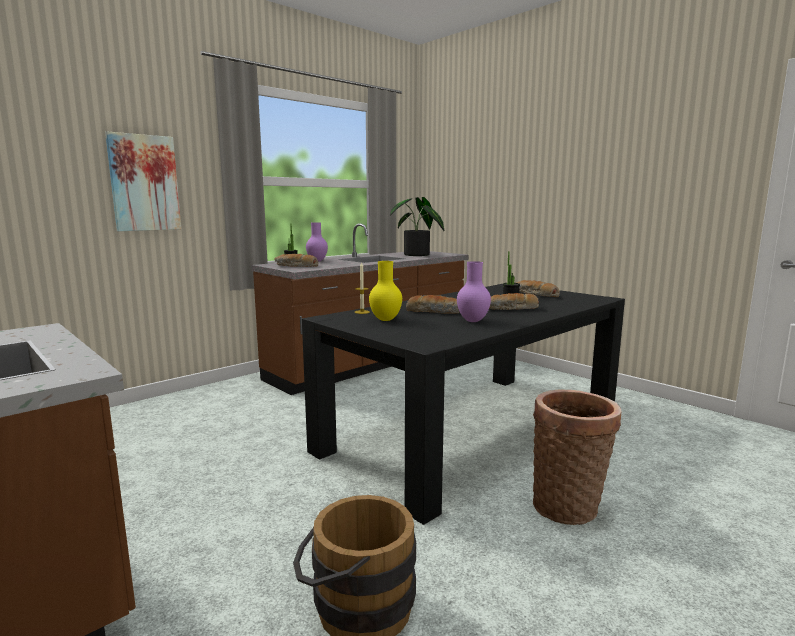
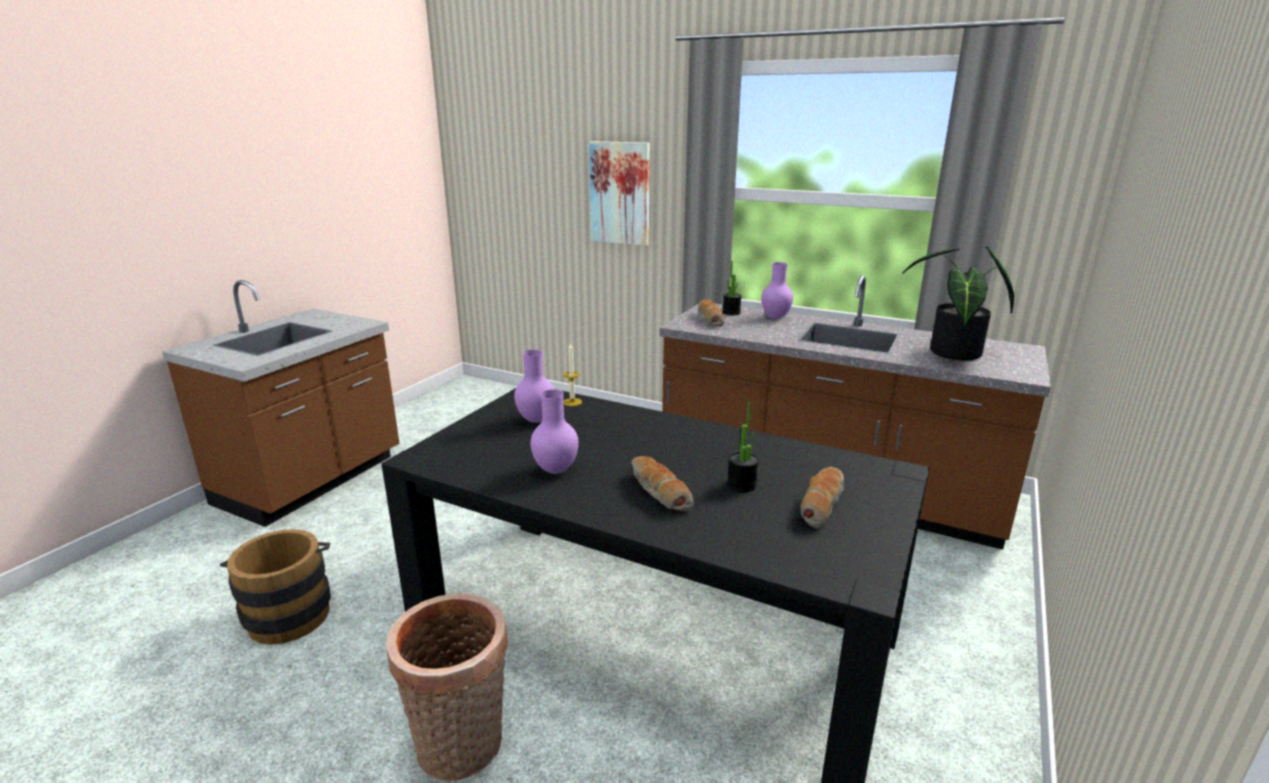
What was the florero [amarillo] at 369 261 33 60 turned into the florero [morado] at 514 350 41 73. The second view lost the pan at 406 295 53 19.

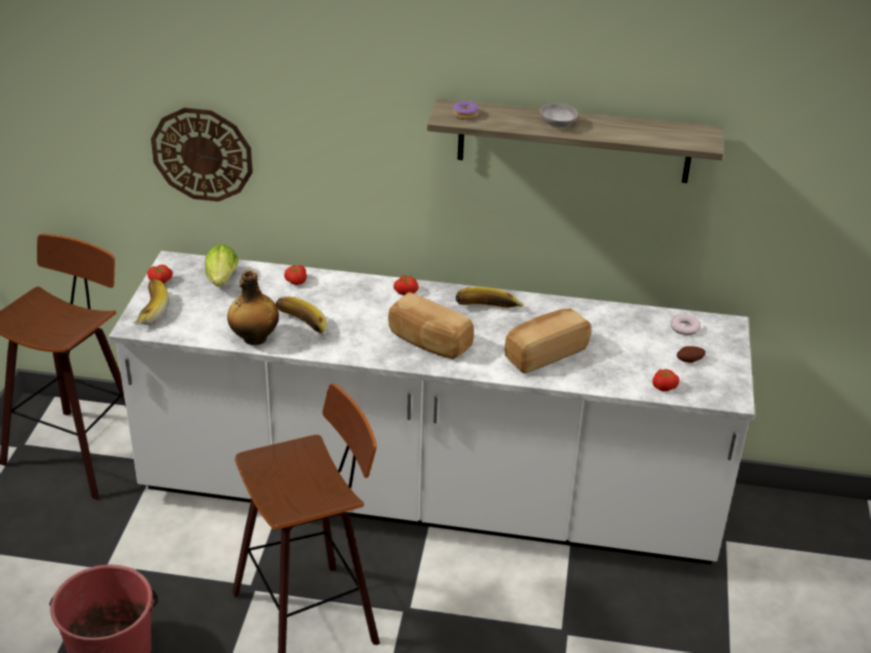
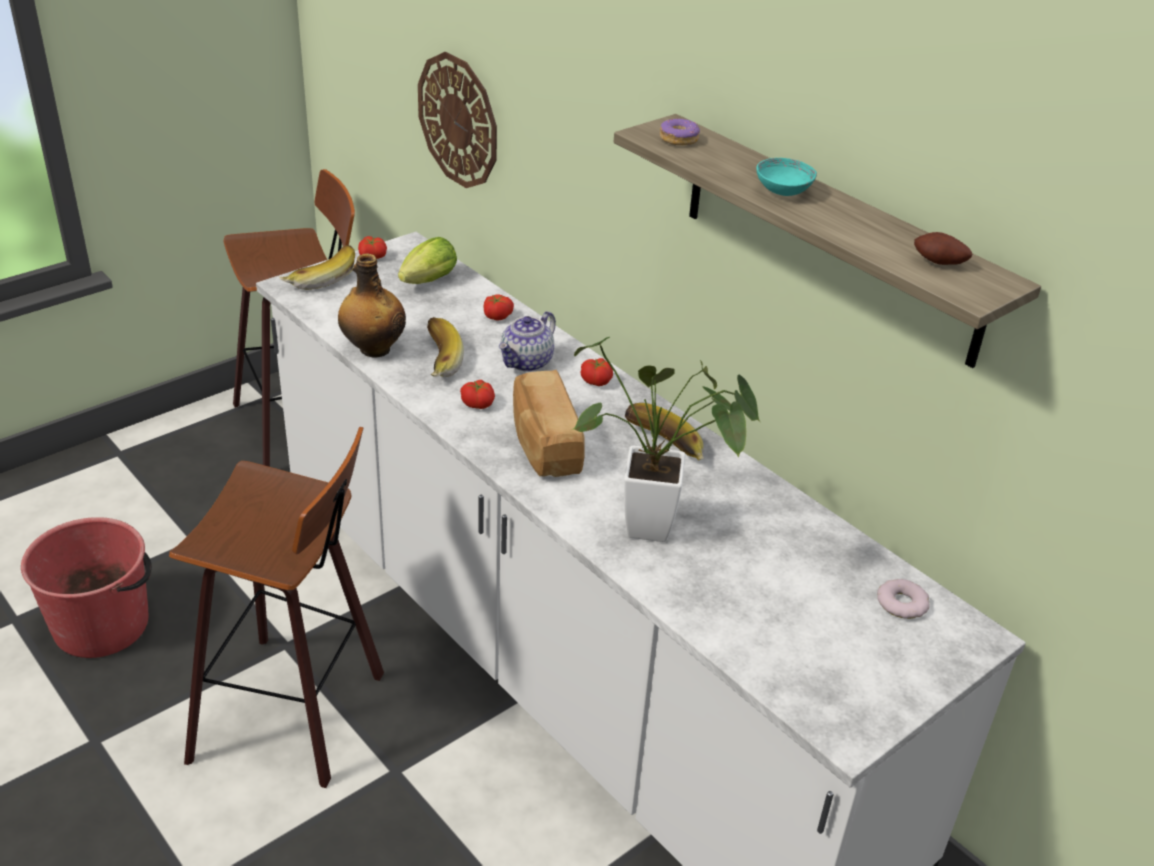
What was the cuenco [gris] at 540 104 38 23 turned into the cuenco [turquesa] at 756 158 61 38. Where the pan stood at 505 308 86 66, the planta en maceta came to stand at 572 337 188 205. The patata ended up elsewhere, having gone from 677 346 29 17 to 914 232 59 33. The tomate ended up elsewhere, having gone from 652 369 27 22 to 460 380 35 29. The second view gained the tetera at 499 311 57 61.

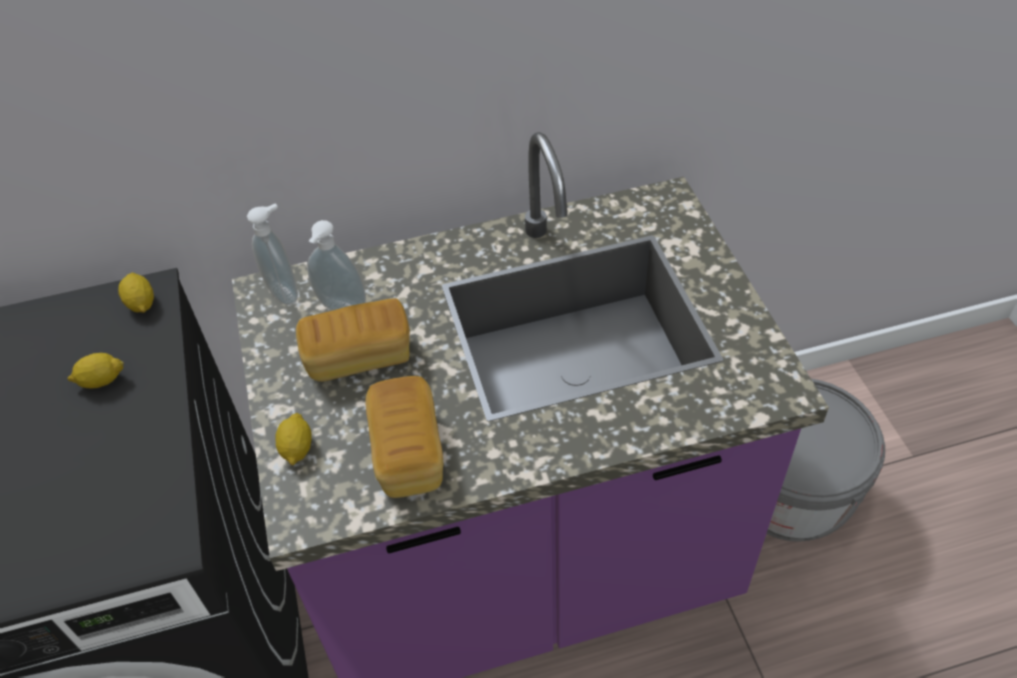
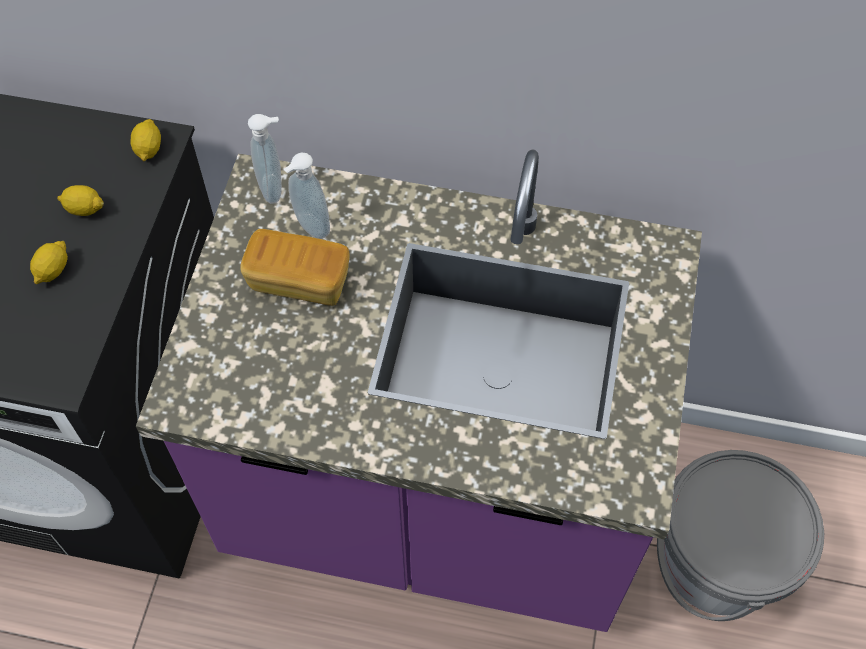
The second view lost the pan at 365 376 78 122. The limón ended up elsewhere, having gone from 276 413 36 53 to 30 241 38 43.

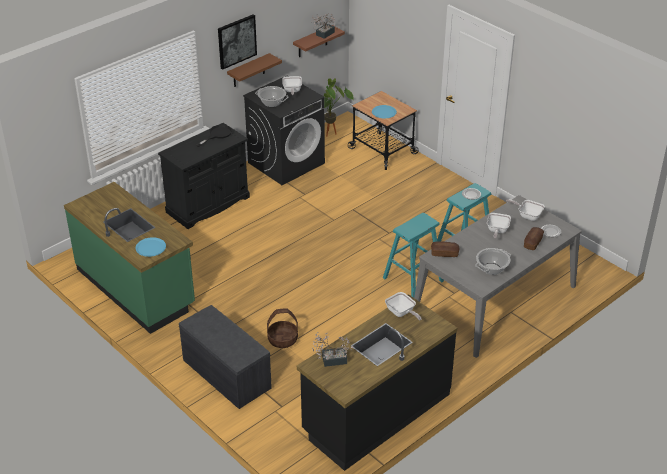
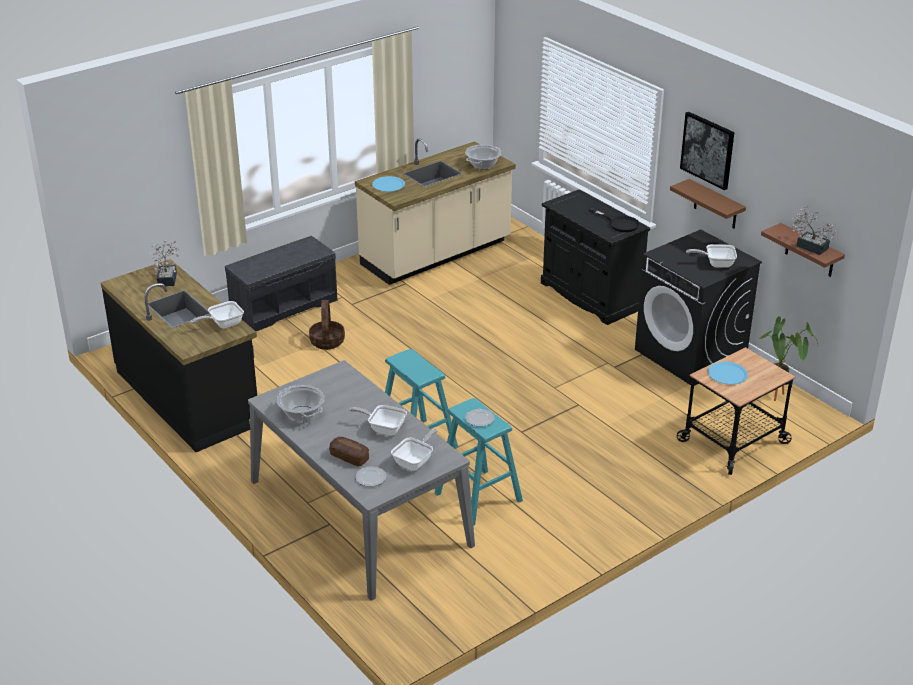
The olla ended up elsewhere, having gone from 255 86 34 21 to 465 145 36 24. What was the mueble bajo de cocina [verde] at 64 182 131 152 turned into the mueble bajo de cocina [beis] at 355 138 161 147. The second view lost the pan at 431 242 29 15.

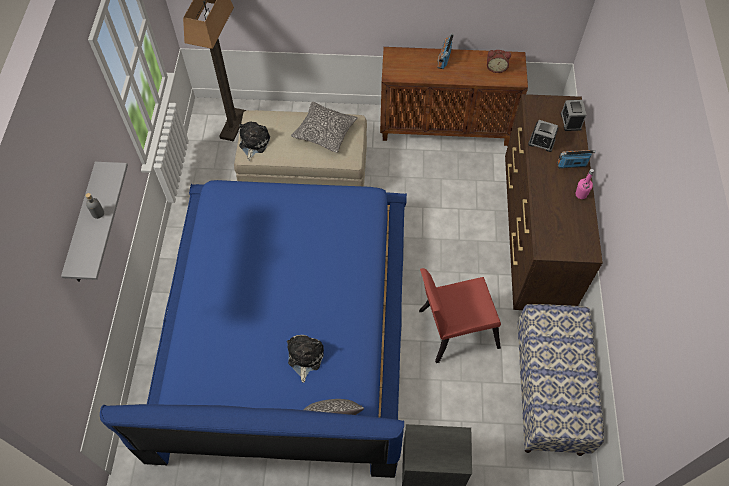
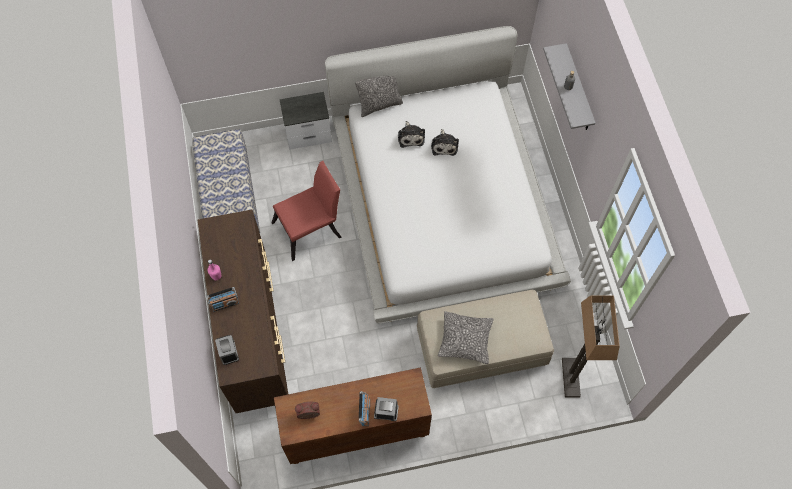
The despertador ended up elsewhere, having gone from 528 120 31 32 to 374 397 25 24. The peluche ended up elsewhere, having gone from 239 121 31 40 to 431 129 28 27. What was the cama [azul] at 100 180 307 298 turned into the cama [blanco] at 325 26 246 297.

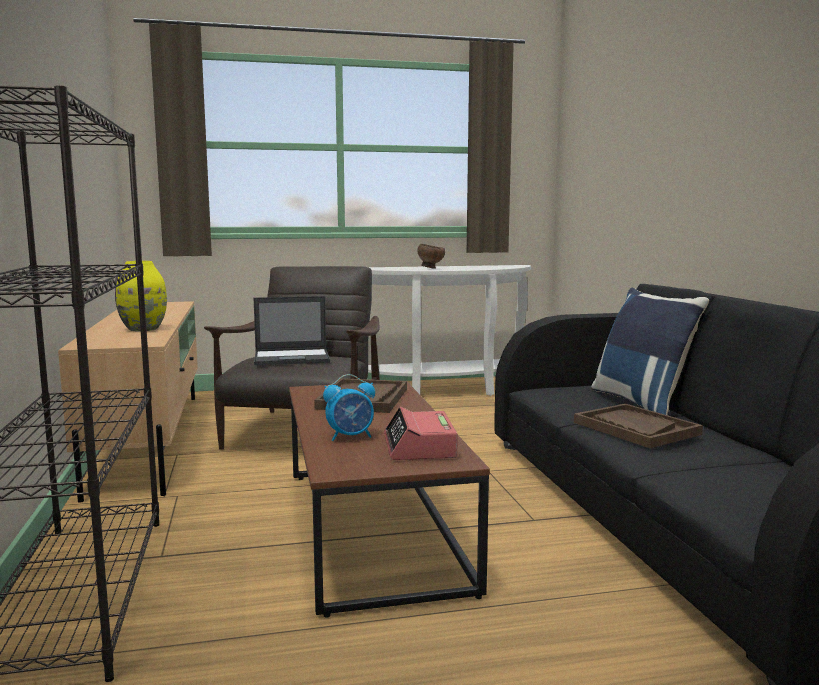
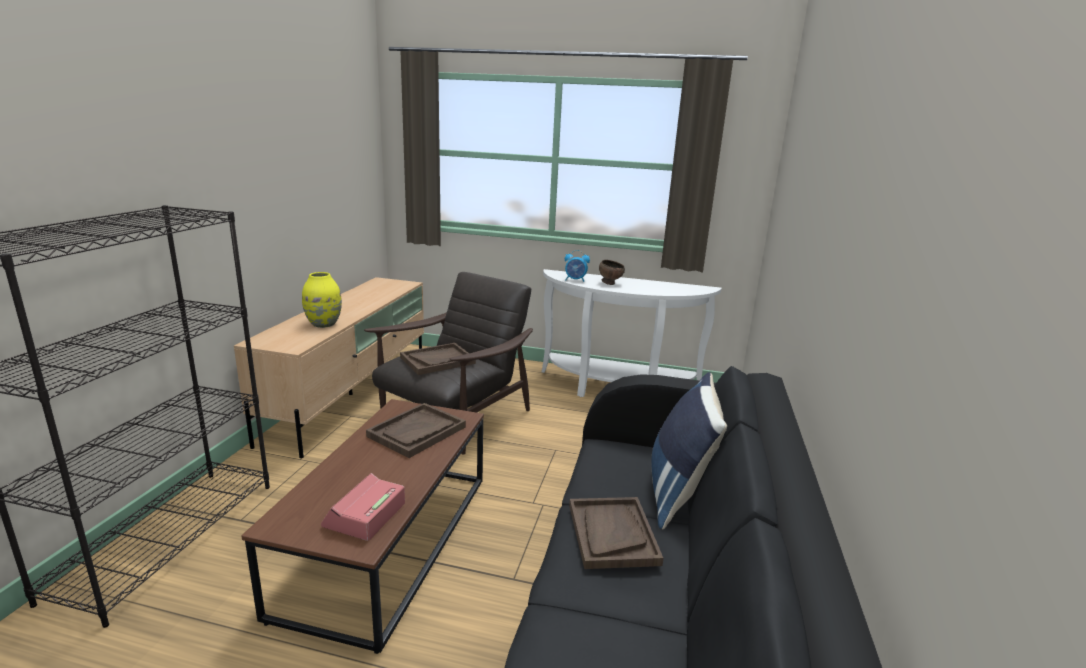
Where the portátil stood at 254 296 76 69, the bandeja [marrón] came to stand at 400 343 76 32. The despertador ended up elsewhere, having gone from 323 374 52 67 to 565 250 25 32.

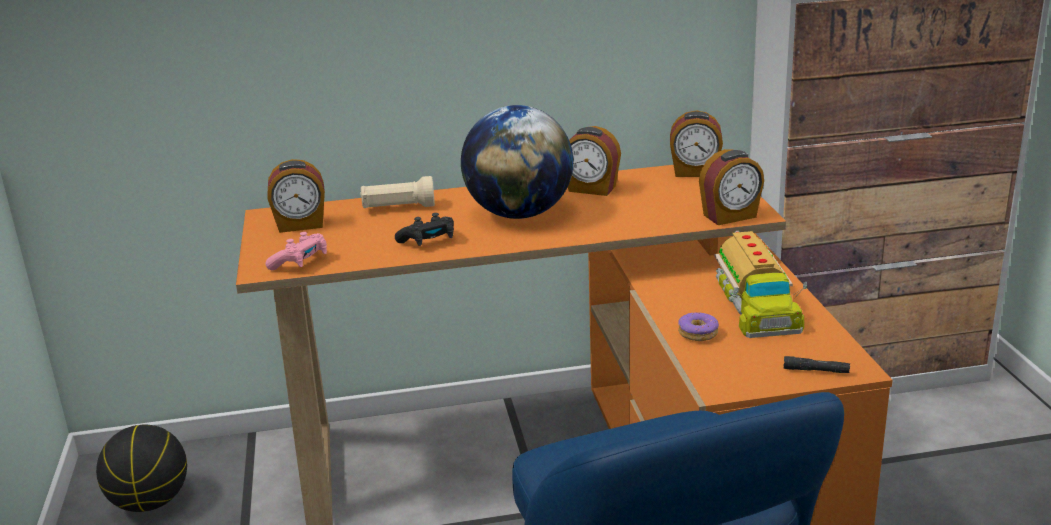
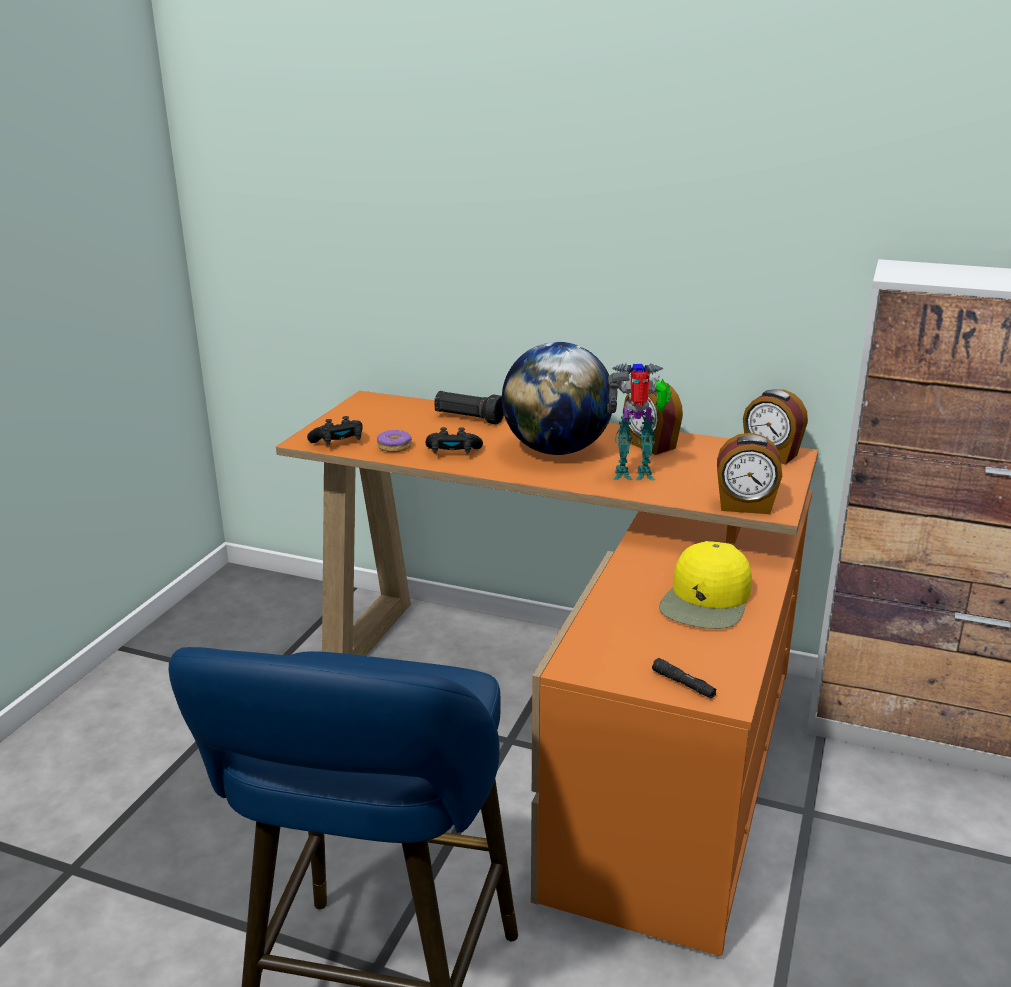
The second view lost the despertador at 267 159 58 74. What was the linterna [beis] at 360 176 75 32 turned into the linterna [negro] at 434 391 70 34. Where the camión de juguete stood at 715 231 92 107, the gorra [amarillo] came to stand at 659 541 93 88. What was the mando de consola [rosa] at 265 232 62 38 turned into the mando de consola [negro] at 307 416 55 30. The rosquilla ended up elsewhere, having gone from 678 312 41 29 to 377 430 35 22. The second view lost the balón de baloncesto at 96 425 91 87. The second view gained the robot de juguete at 607 363 65 118.

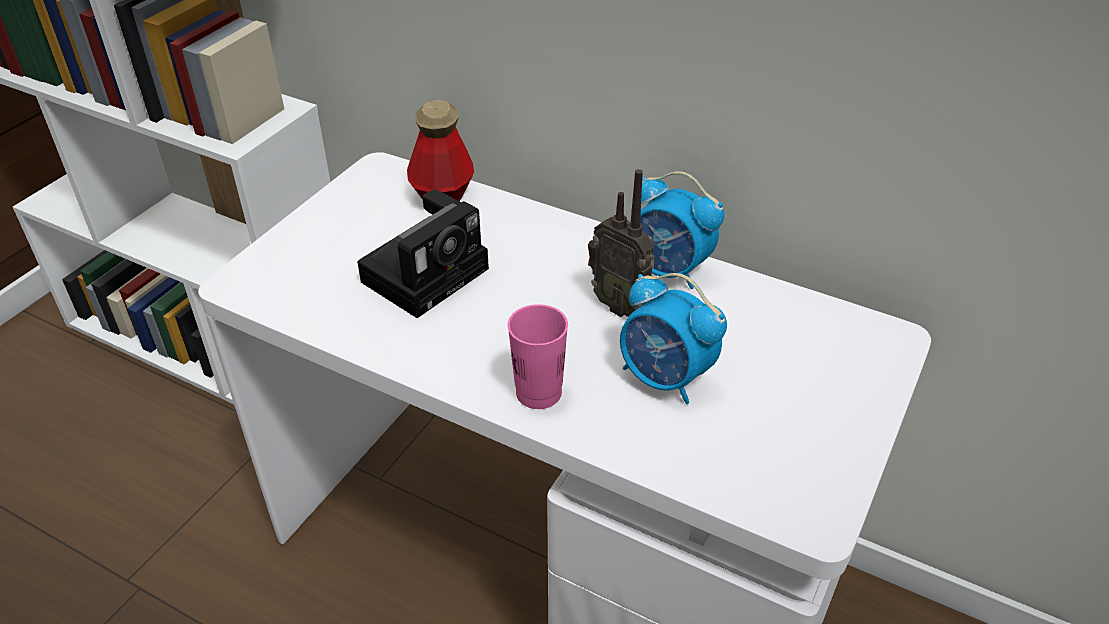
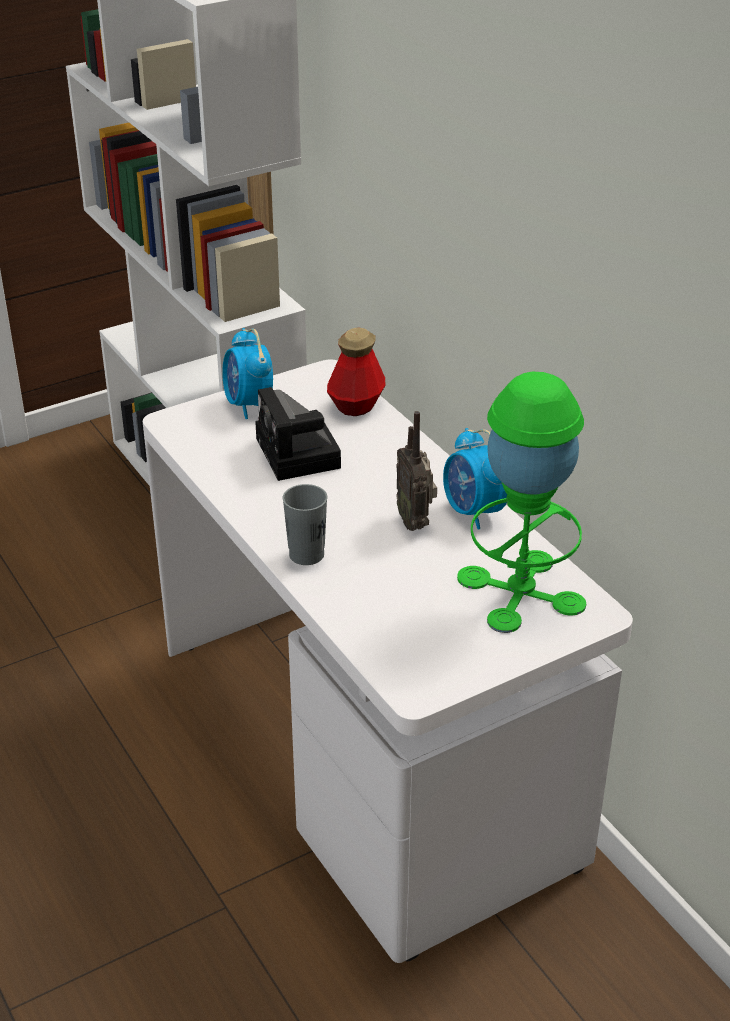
The cámara at 357 189 132 129 ended up facing another way, 90 degrees clockwise from before. The despertador ended up elsewhere, having gone from 620 273 107 131 to 222 328 51 91. What was the taza [rosa] at 508 304 60 105 turned into the taza [gris] at 283 484 44 81. The second view gained the lámpara de mesa [verde] at 457 372 129 261.

